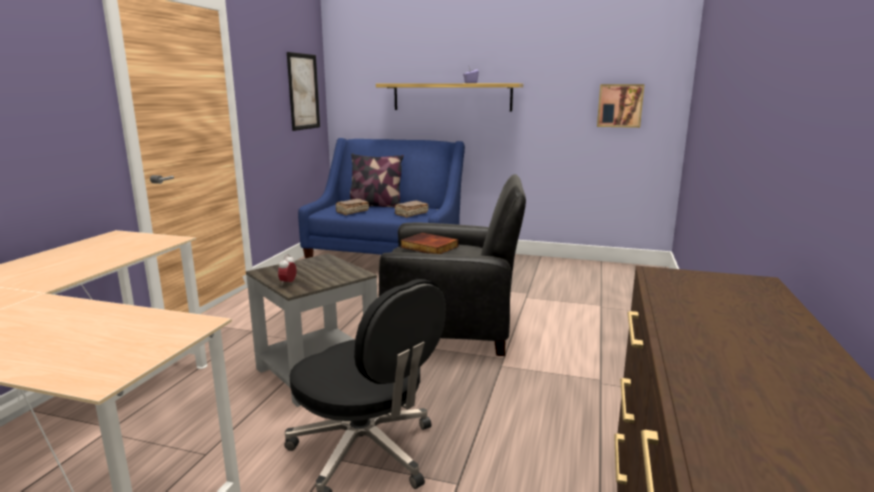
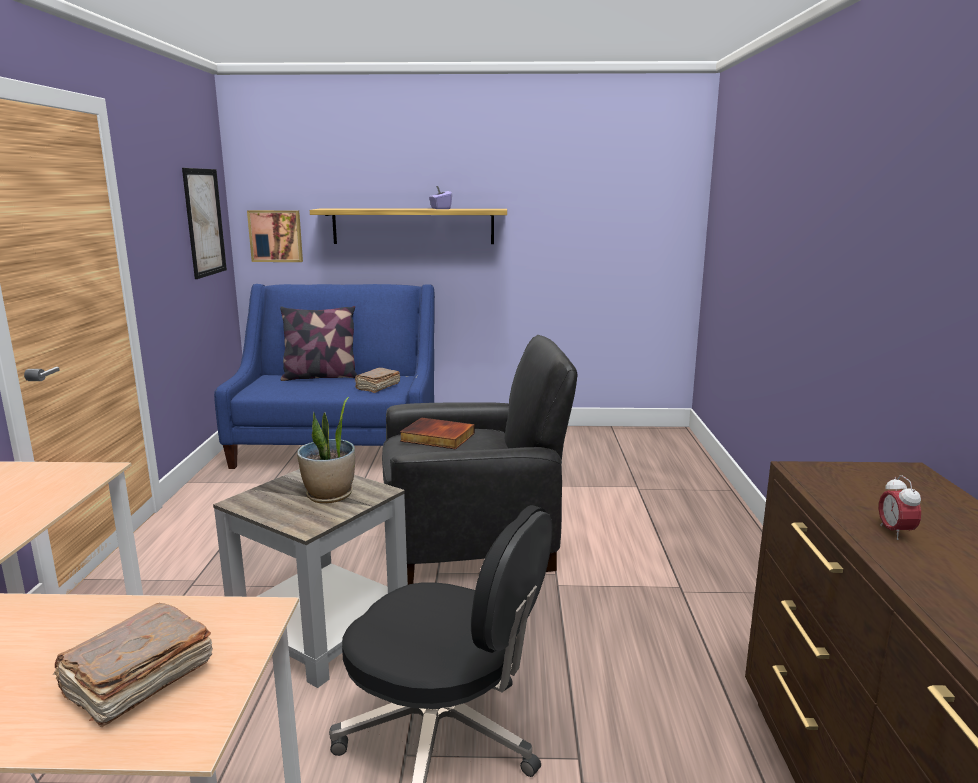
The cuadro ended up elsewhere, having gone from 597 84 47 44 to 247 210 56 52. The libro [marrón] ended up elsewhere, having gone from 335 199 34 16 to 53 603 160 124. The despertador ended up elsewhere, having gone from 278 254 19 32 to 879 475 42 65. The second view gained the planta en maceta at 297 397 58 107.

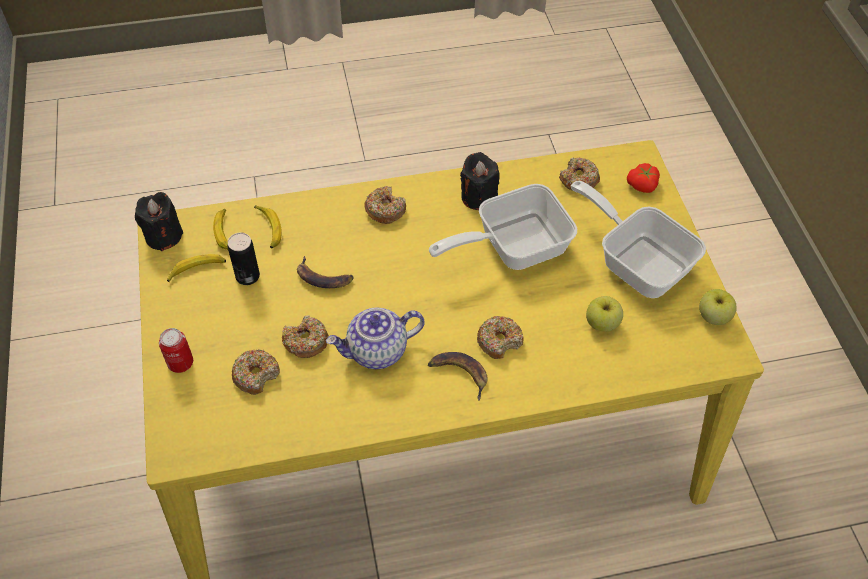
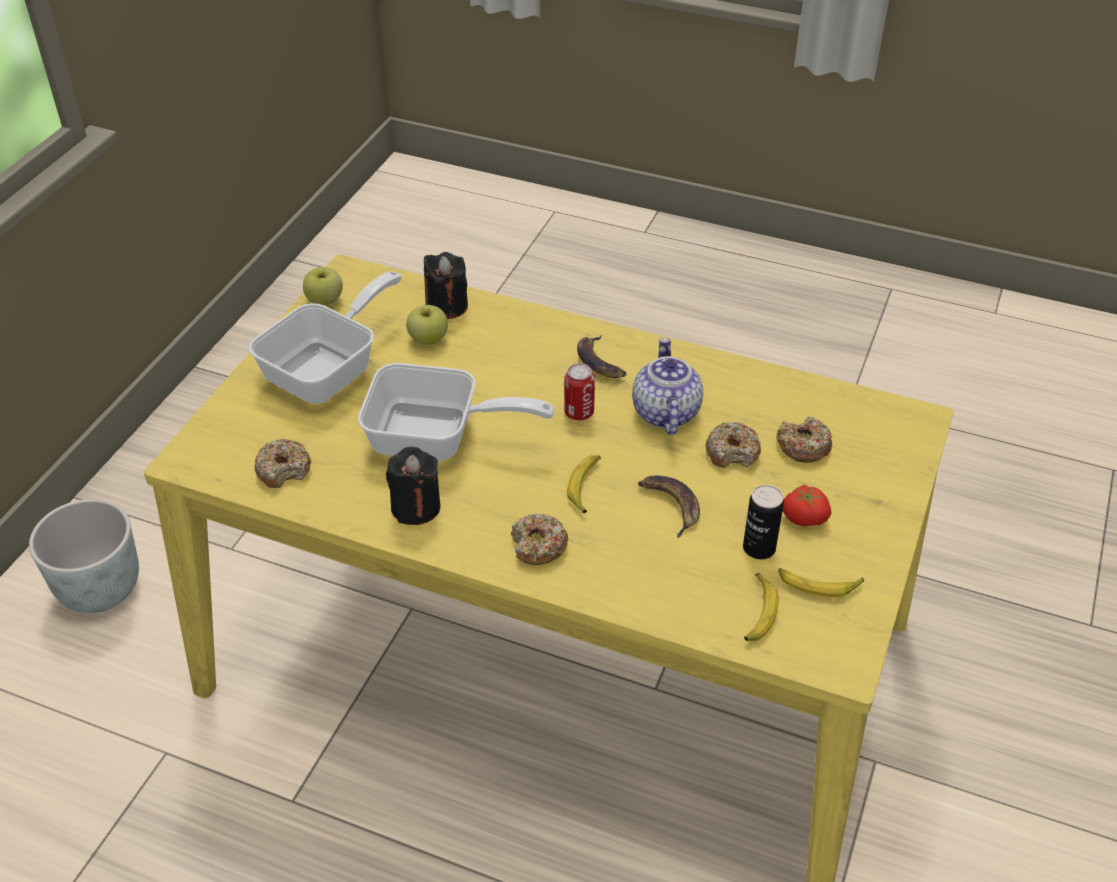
The tomate ended up elsewhere, having gone from 627 163 33 30 to 783 485 49 42. The sartén at 571 181 135 117 ended up facing another way, 135 degrees counterclockwise from before. The vela [negro] ended up elsewhere, having gone from 135 192 48 59 to 424 252 44 67. The plátano ended up elsewhere, having gone from 254 205 28 43 to 567 455 34 58. The tetera at 326 308 99 61 ended up facing another way, 105 degrees counterclockwise from before. The second view lost the rosquilla at 477 316 46 43. The lata ended up elsewhere, having gone from 159 328 34 45 to 564 363 31 57. The second view gained the maceta [gris] at 29 499 110 114.

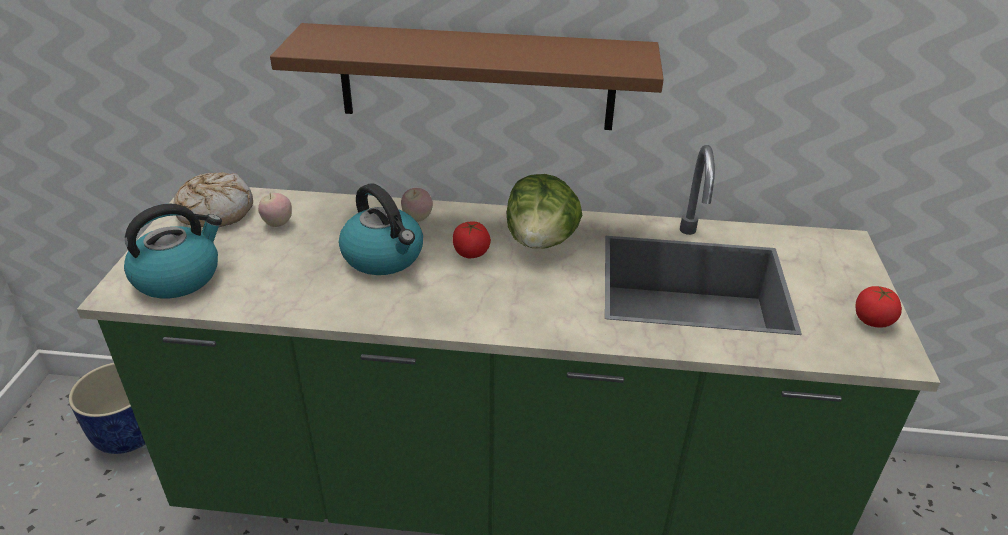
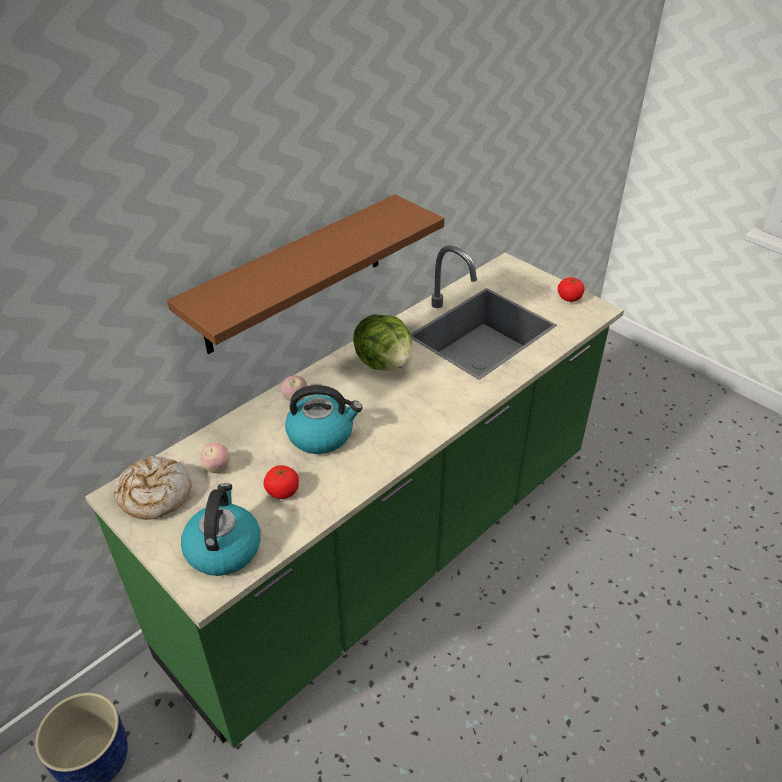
The tomate ended up elsewhere, having gone from 453 221 38 37 to 263 465 36 34.

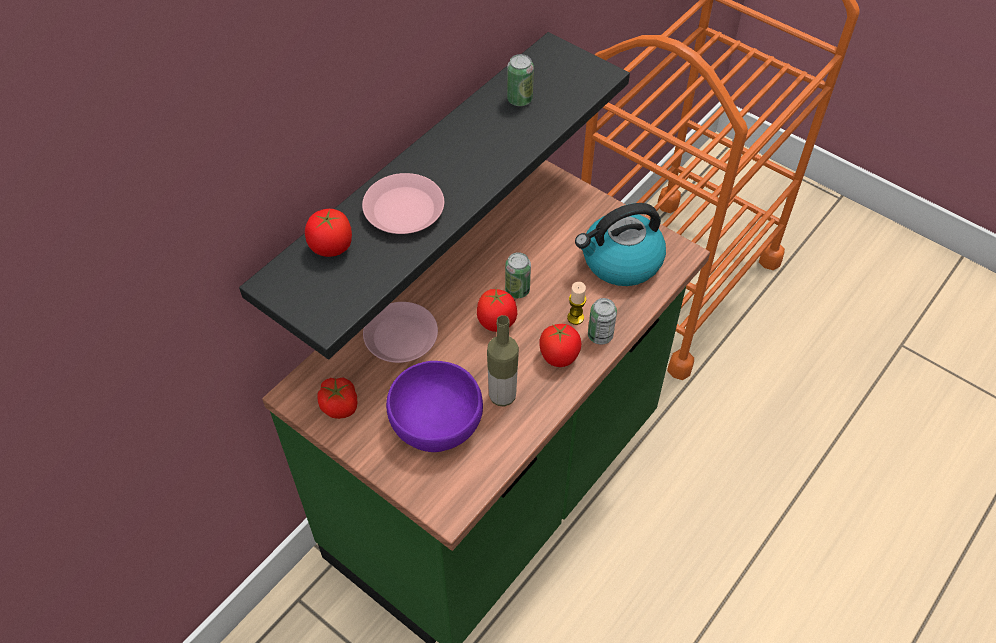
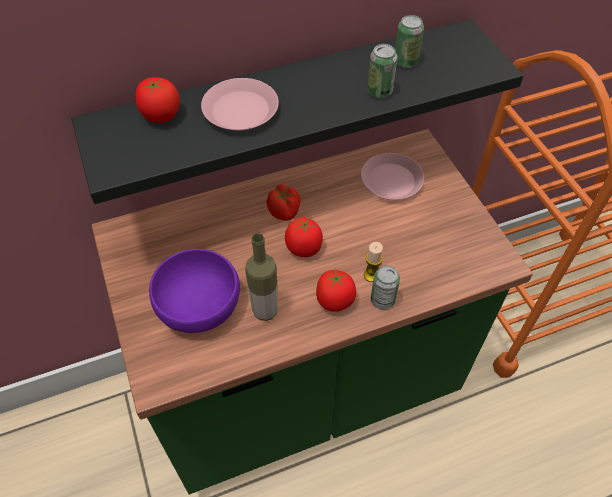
The second view lost the hervidor at 575 203 91 83. The lata ended up elsewhere, having gone from 505 252 26 46 to 367 44 30 54. The plato [rosa] ended up elsewhere, having gone from 363 302 75 61 to 361 153 63 47. The tomate ended up elsewhere, having gone from 317 377 40 42 to 266 184 35 37.

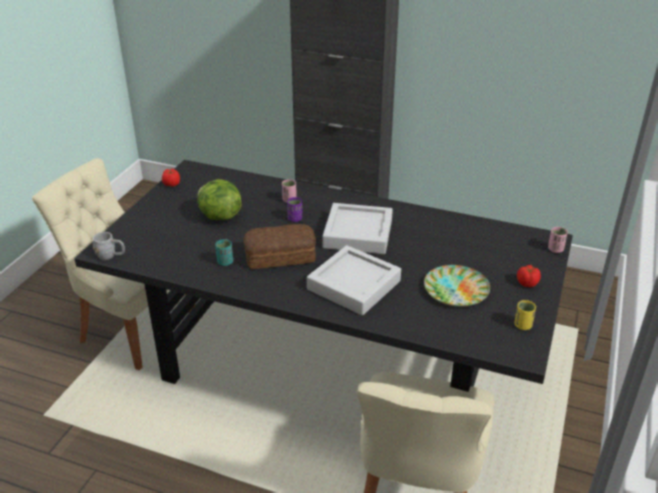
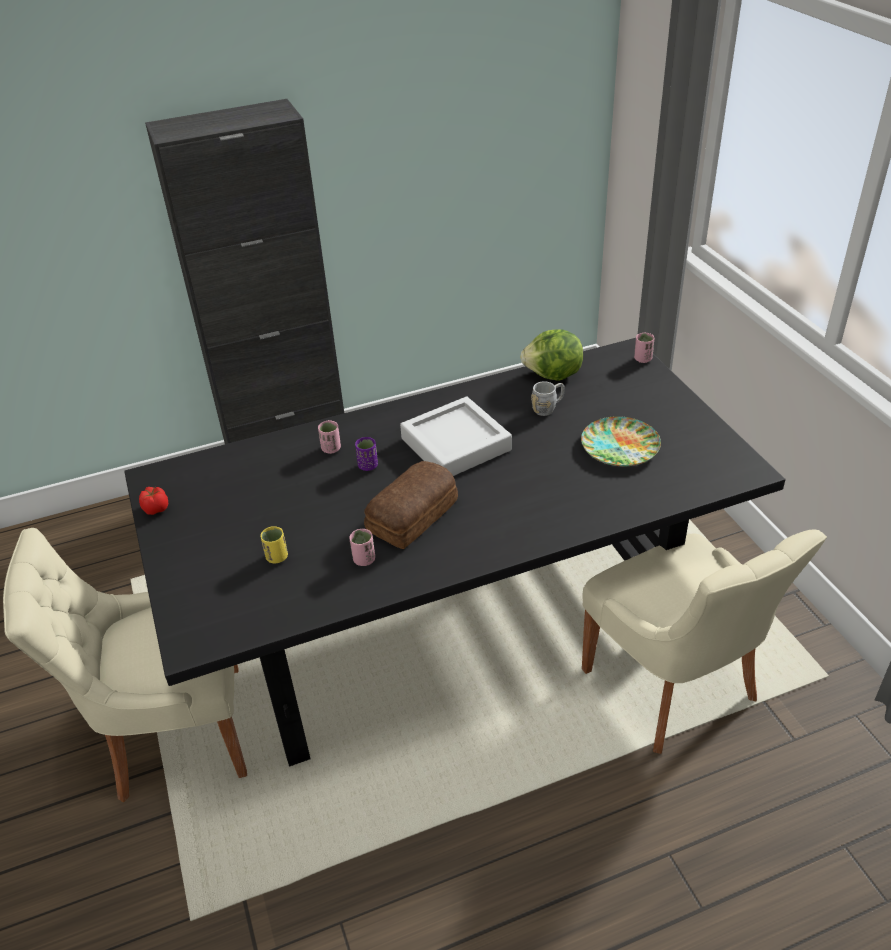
The lechuga ended up elsewhere, having gone from 198 179 44 41 to 520 329 63 52. The taza grande [gris] ended up elsewhere, having gone from 93 232 32 28 to 531 381 34 35. What was the taza [turquesa] at 215 239 18 27 turned into the taza [rosa] at 349 529 26 37. The second view lost the bandeja [gris] at 307 245 94 71. The second view lost the tomate at 517 265 24 22. The taza [amarillo] ended up elsewhere, having gone from 514 300 22 30 to 260 526 28 38.

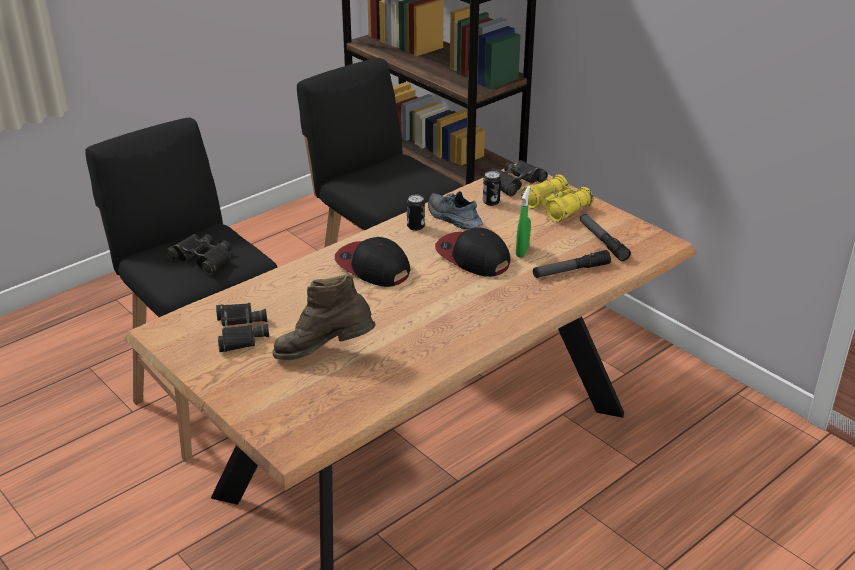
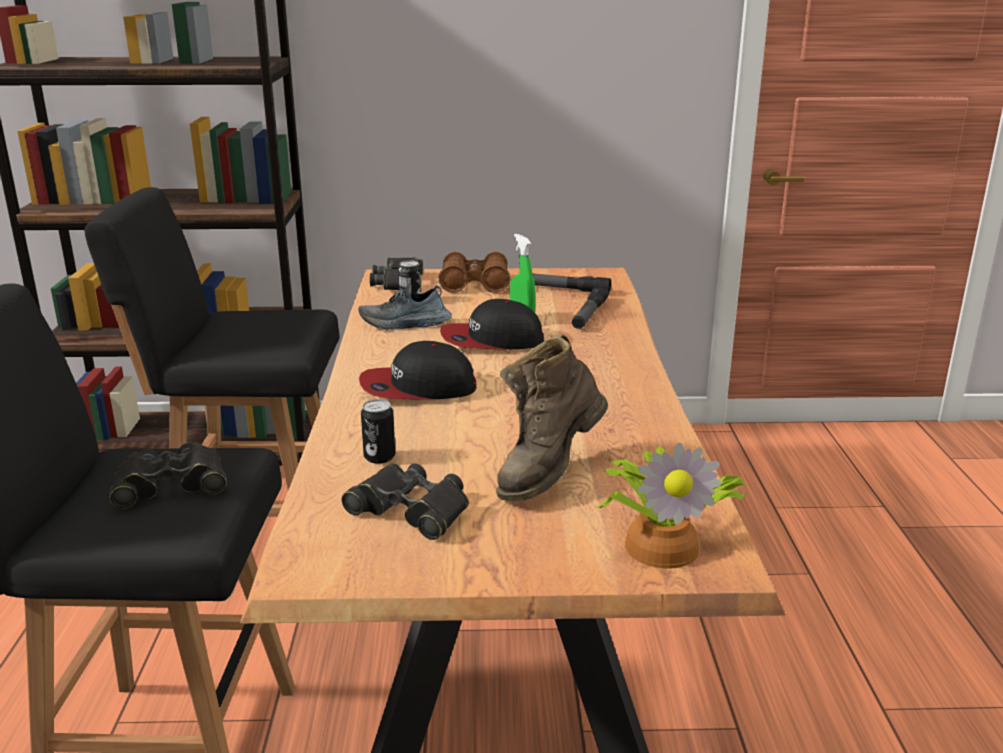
What was the prismáticos [amarillo] at 521 175 72 47 turned into the prismáticos [marrón] at 439 252 71 41. The lata ended up elsewhere, having gone from 407 195 18 36 to 361 399 34 65. The second view gained the planta en maceta at 597 443 151 126.

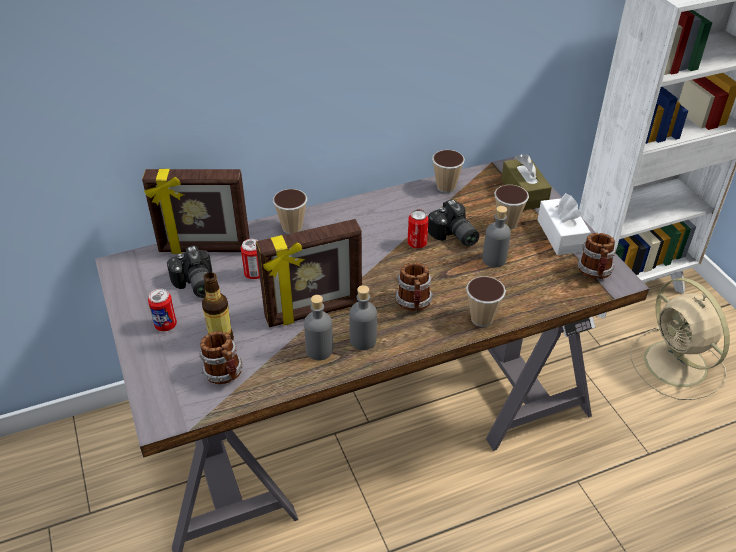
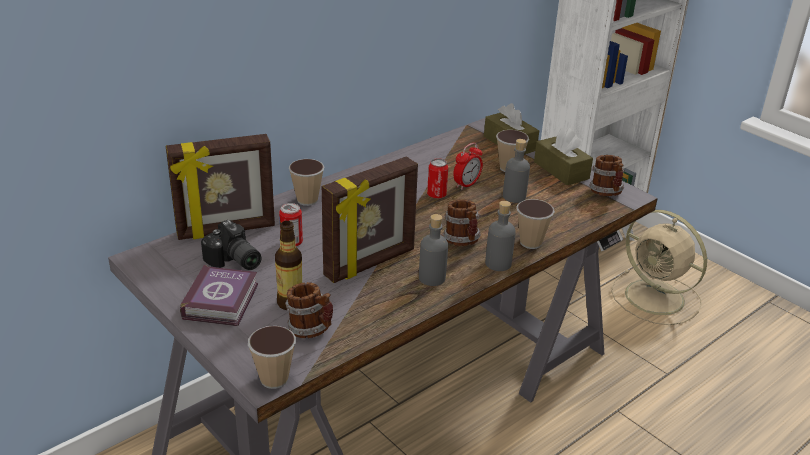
The taza ended up elsewhere, having gone from 432 150 33 43 to 248 326 48 63. What was the caja de pañuelos [blanco] at 538 193 53 62 turned into the caja de pañuelos [marrón] at 534 128 59 57. Where the cámara stood at 428 199 51 48, the despertador came to stand at 453 143 30 47. Where the lata stood at 148 289 29 43, the libro came to stand at 180 264 78 62. The botella [gris] ended up elsewhere, having gone from 304 295 29 65 to 485 201 31 70.

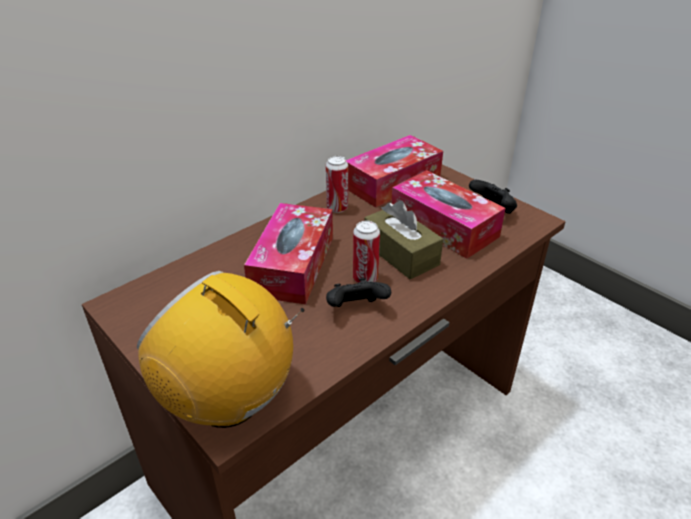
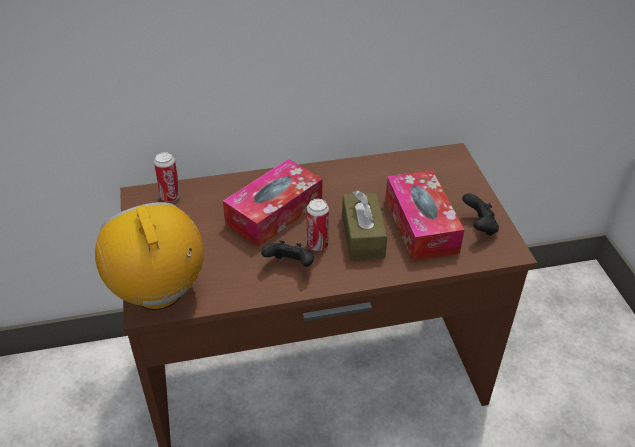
The second view lost the caja de pañuelos at 346 135 97 73. The lata ended up elsewhere, having gone from 326 156 22 57 to 154 152 26 50.

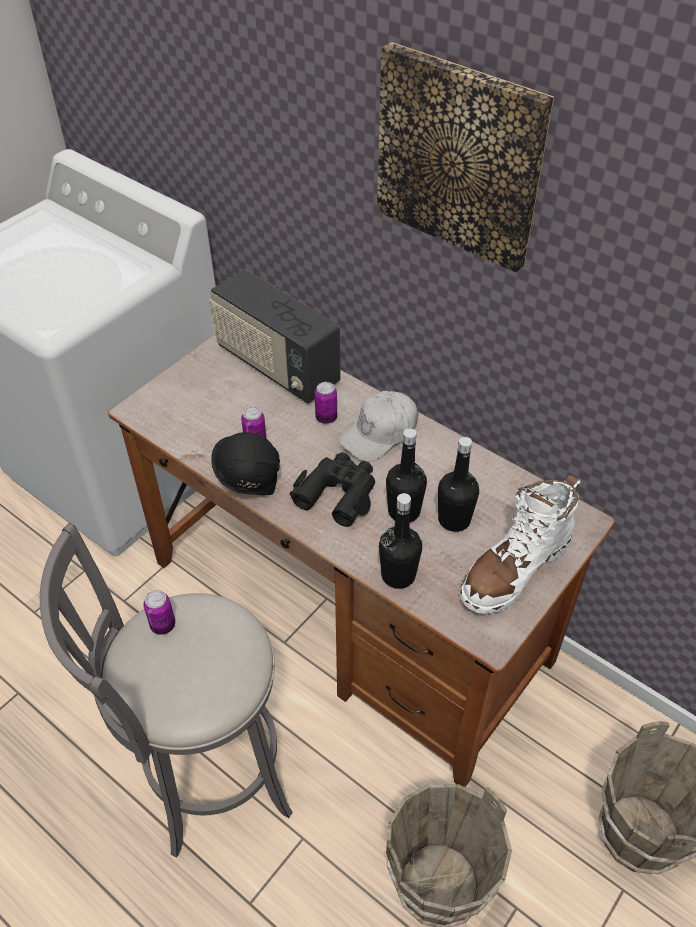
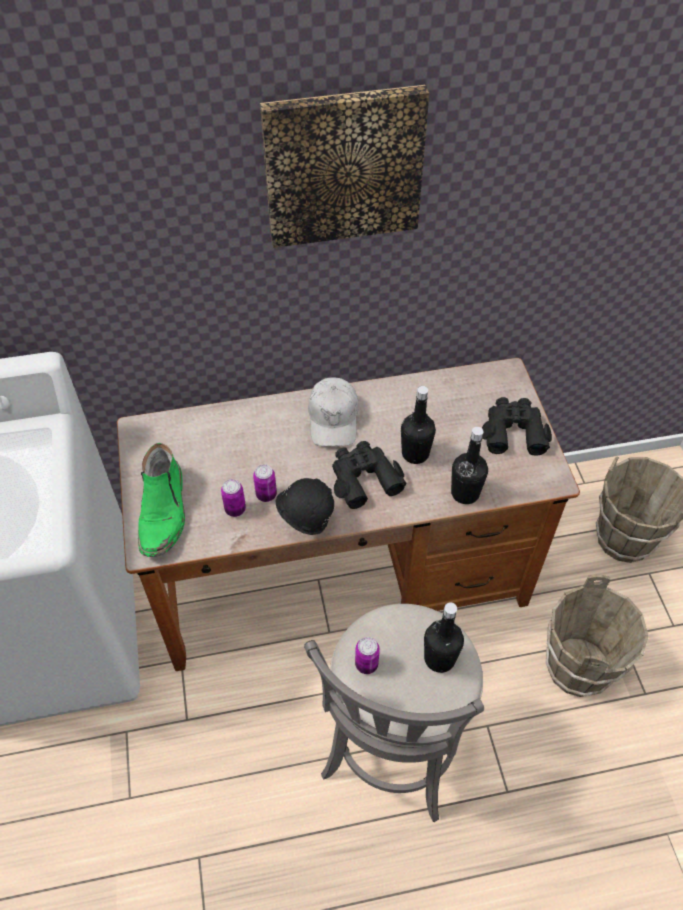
The second view lost the radio at 209 269 132 135. The lata ended up elsewhere, having gone from 315 382 22 42 to 221 479 25 38. The botella [negro] ended up elsewhere, having gone from 438 437 41 95 to 424 602 40 71. Where the bota [blanco] stood at 459 475 122 139, the prismáticos [negro] came to stand at 482 397 70 59. The second view gained the bota [verde] at 138 443 47 114.

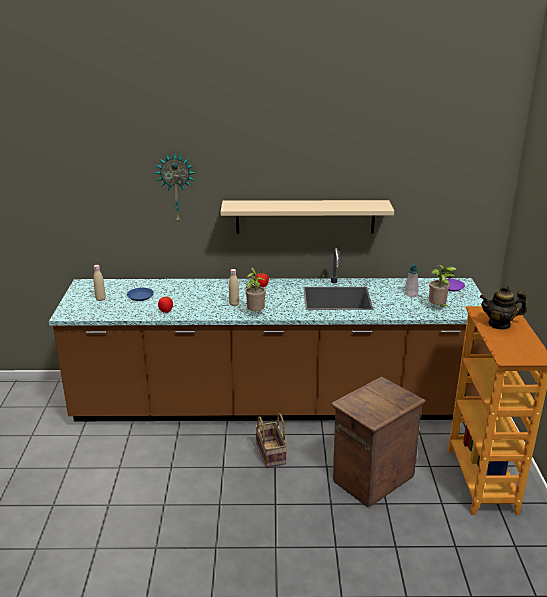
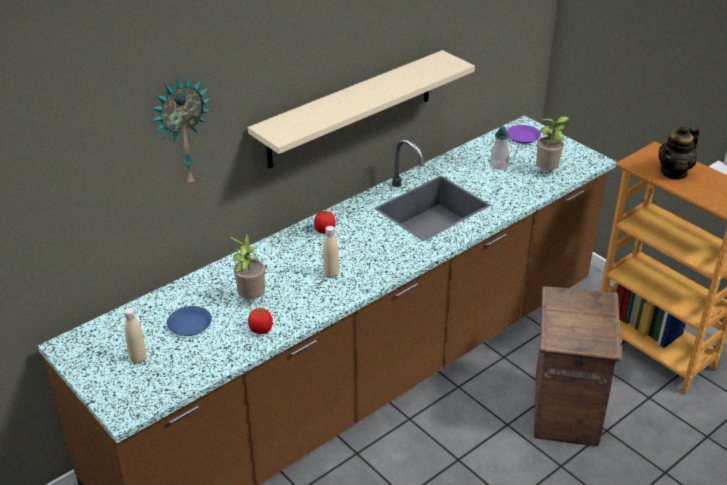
The planta en maceta ended up elsewhere, having gone from 245 267 21 44 to 230 233 35 66. The second view lost the cesta at 255 413 32 55.

